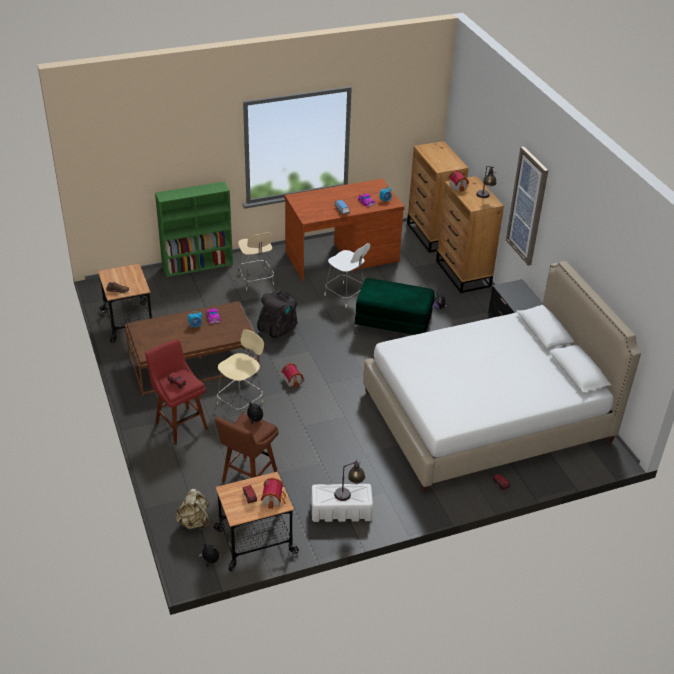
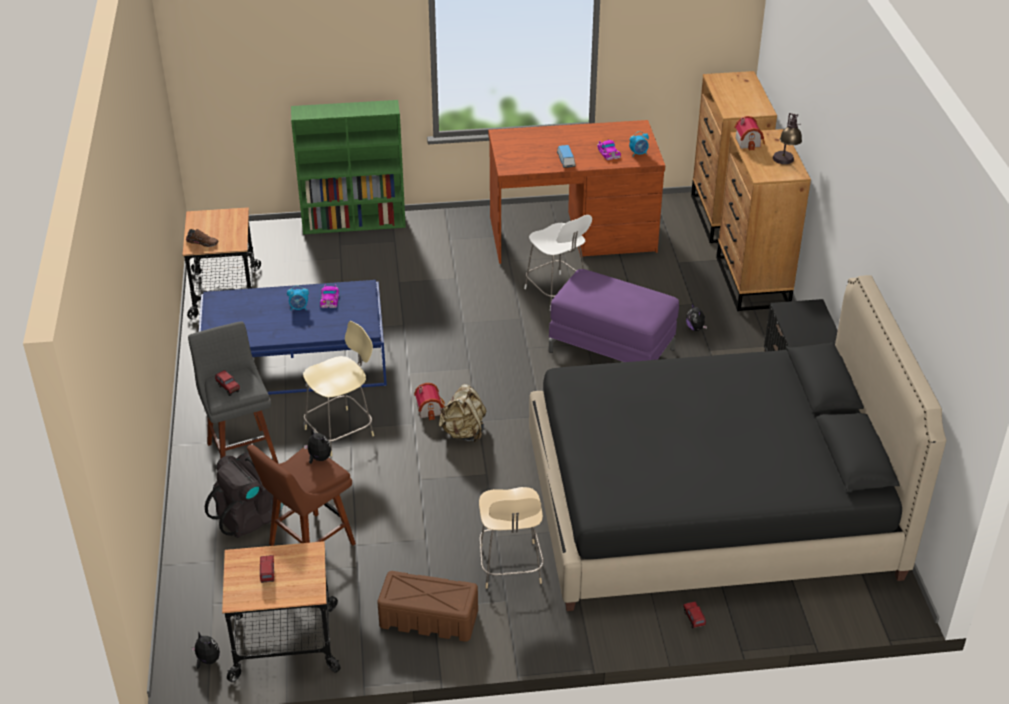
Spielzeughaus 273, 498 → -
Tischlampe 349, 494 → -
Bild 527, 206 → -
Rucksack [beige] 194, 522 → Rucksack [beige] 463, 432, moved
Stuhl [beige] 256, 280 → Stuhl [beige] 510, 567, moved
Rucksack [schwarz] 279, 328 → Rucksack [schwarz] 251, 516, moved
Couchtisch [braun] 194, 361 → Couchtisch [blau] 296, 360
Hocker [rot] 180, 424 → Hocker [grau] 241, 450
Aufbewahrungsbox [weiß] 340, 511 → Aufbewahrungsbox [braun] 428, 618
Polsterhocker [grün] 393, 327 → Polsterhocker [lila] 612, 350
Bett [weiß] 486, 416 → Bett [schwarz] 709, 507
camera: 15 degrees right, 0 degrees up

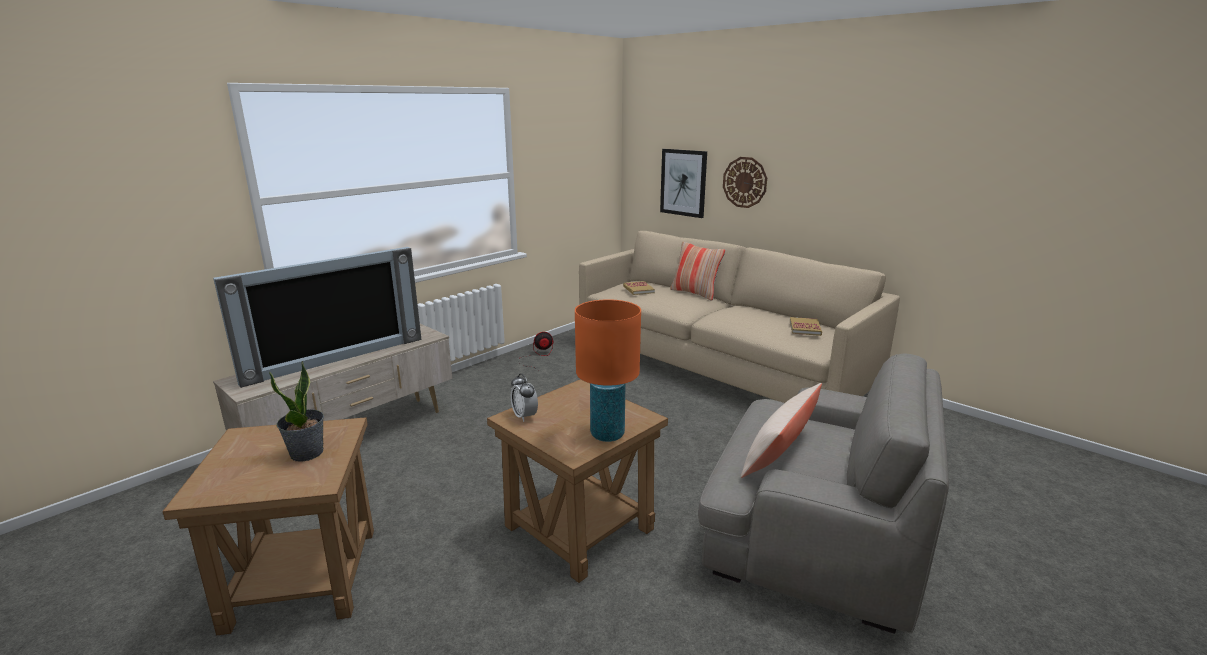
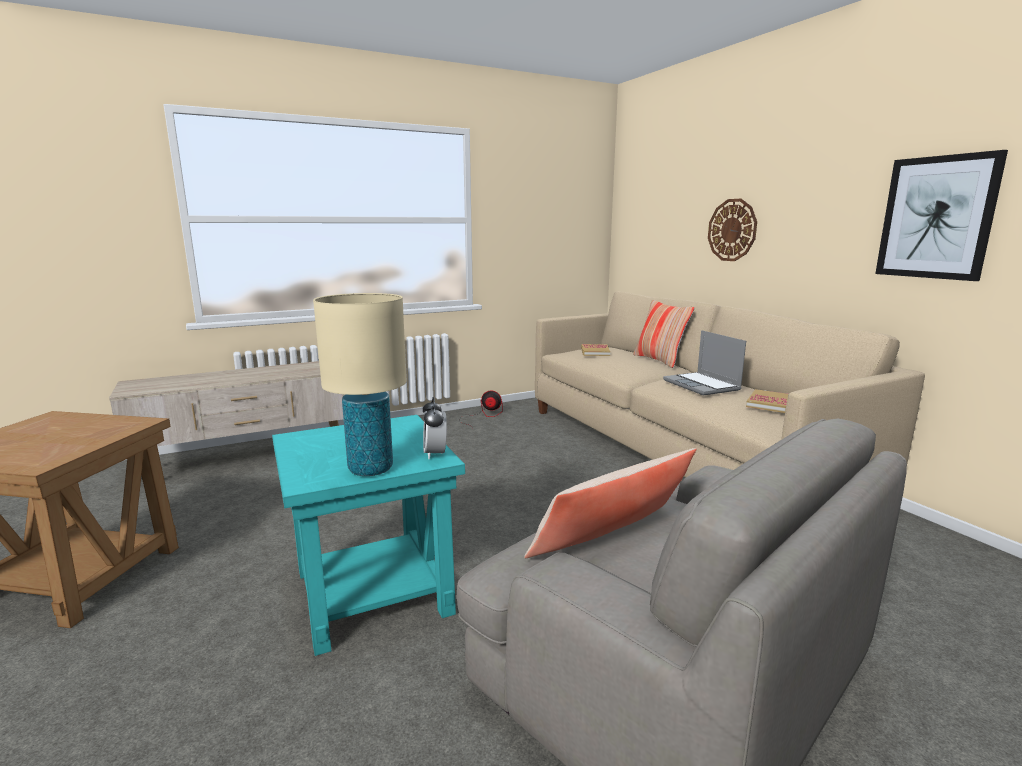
Fernseher 335, 358 → -
Topfpflanze 307, 453 → -
- → Laptop 702, 385
Wecker 524, 416 → Wecker 435, 454, moved
Bild 683, 182 → Bild 936, 218, moved
Beistelltisch [braun] 580, 527 → Beistelltisch [türkis] 374, 592
Tischlampe [orange] 607, 434 → Tischlampe [beige] 370, 469
camera: 20 degrees right, 5 degrees down

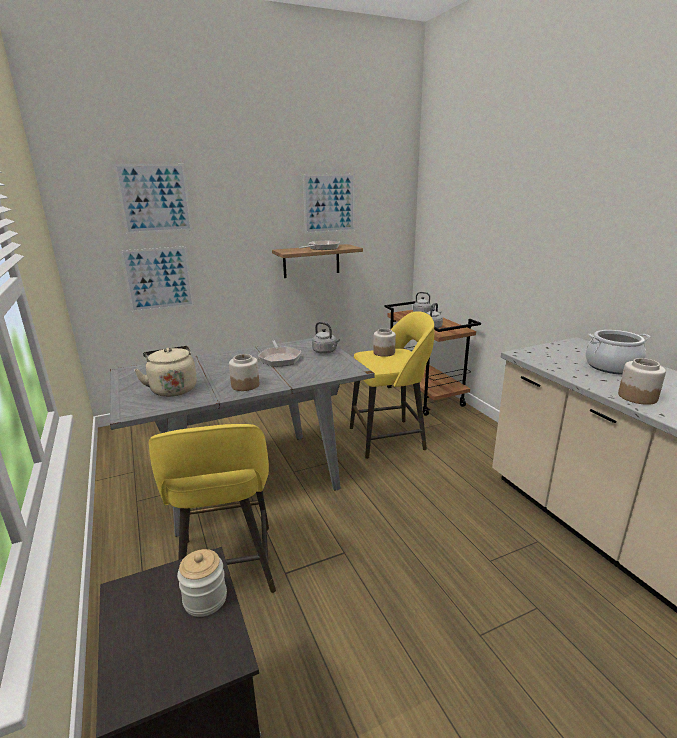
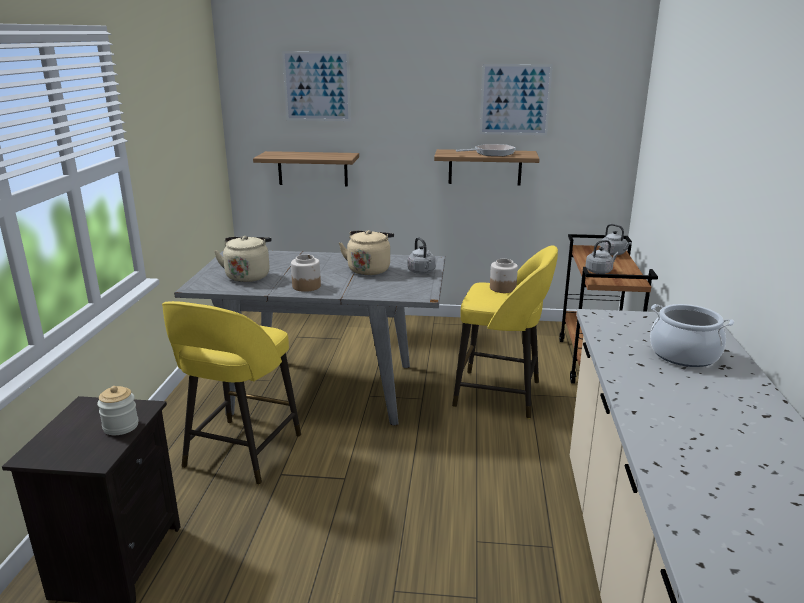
Vorratsglas 637, 397 → -
Bild 159, 279 → Wandregal 312, 168
Pfanne 279, 358 → Wasserkessel [beige] 369, 269
camera: 30 degrees right, 0 degrees up

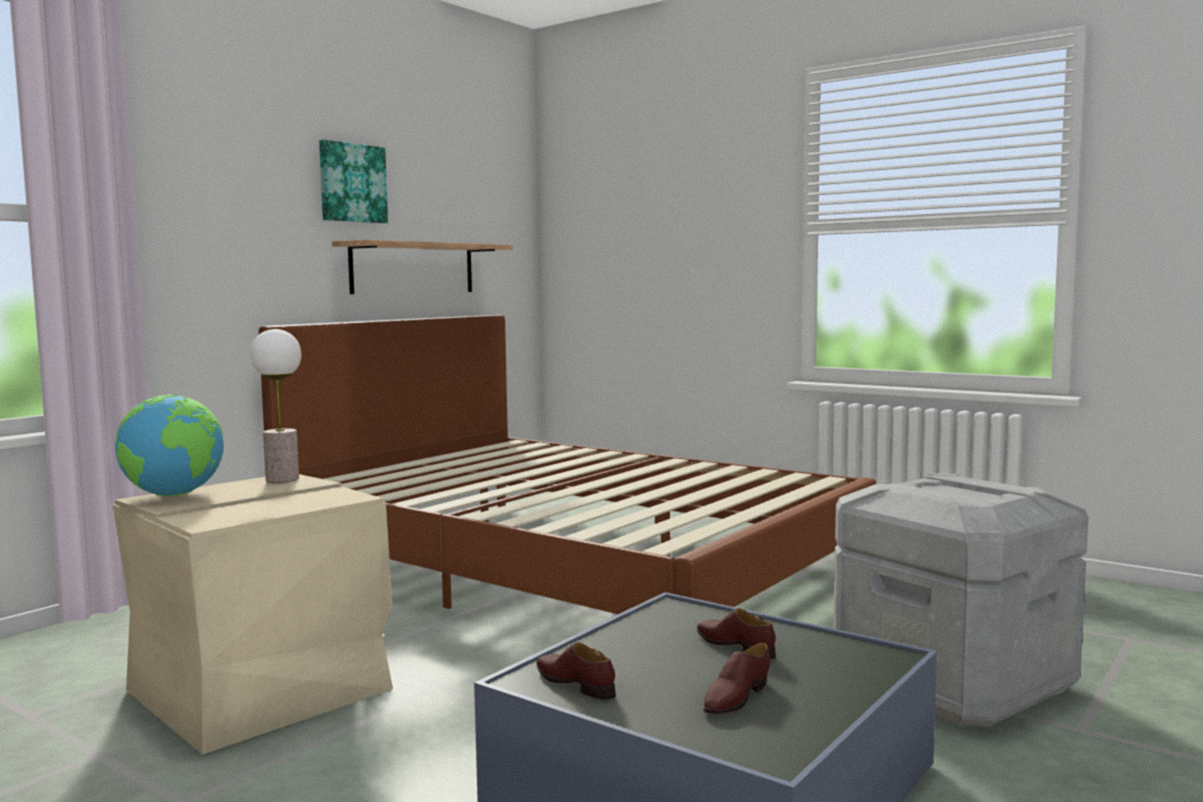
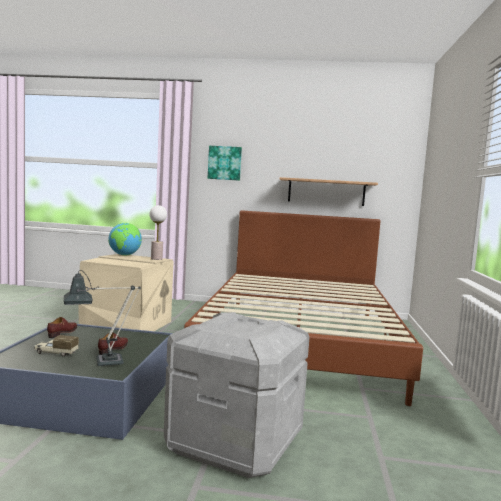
- → Tischlampe 101, 362
Bild 351, 183 → Bild 224, 163, moved
Schuh [braun] 735, 698 → Spielzeuglaster 55, 353
camera: 60 degrees right, 0 degrees up

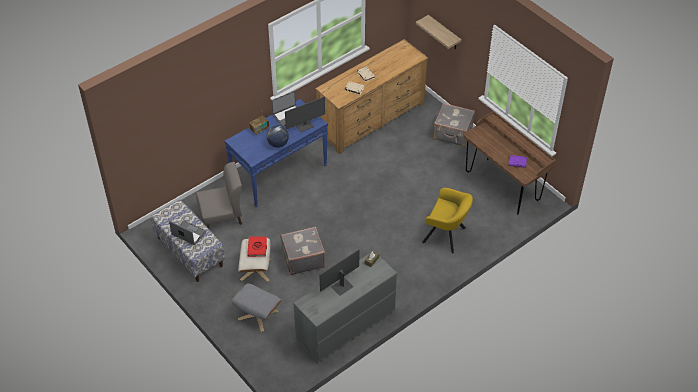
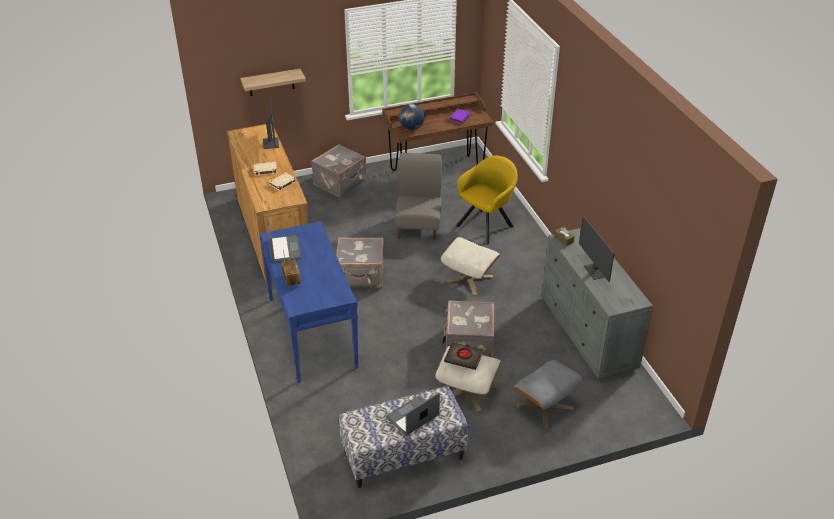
- → Koffer [grau] 361, 276
- → Polsterhocker [beige] 469, 279
Stuhl [grau] 222, 216 → Stuhl [grau] 418, 226, moved
Globus 278, 144 → Globus 411, 128, moved
Monitor 304, 126 → Monitor 271, 143, moved
Buch [rot] 257, 247 → Buch [schwarz] 463, 358
camera: 70 degrees left, 10 degrees down

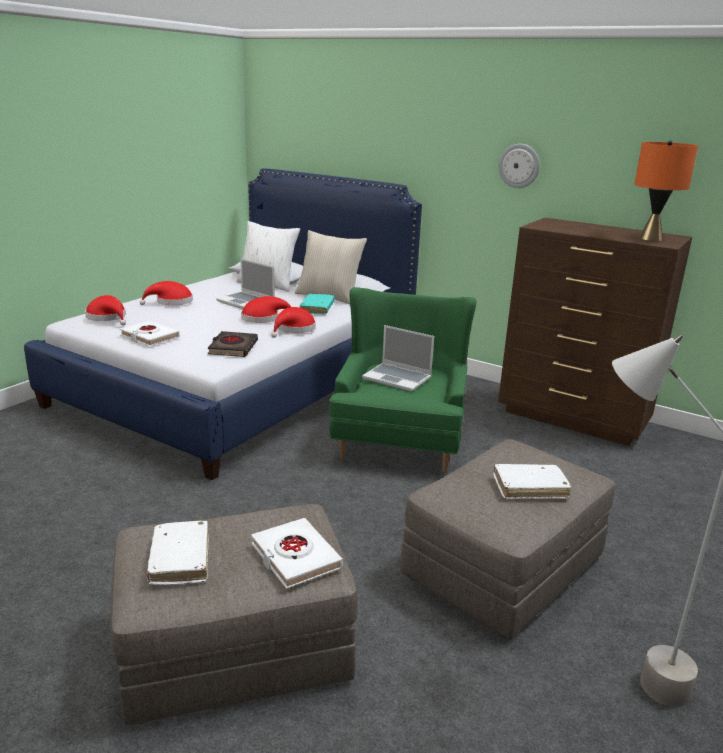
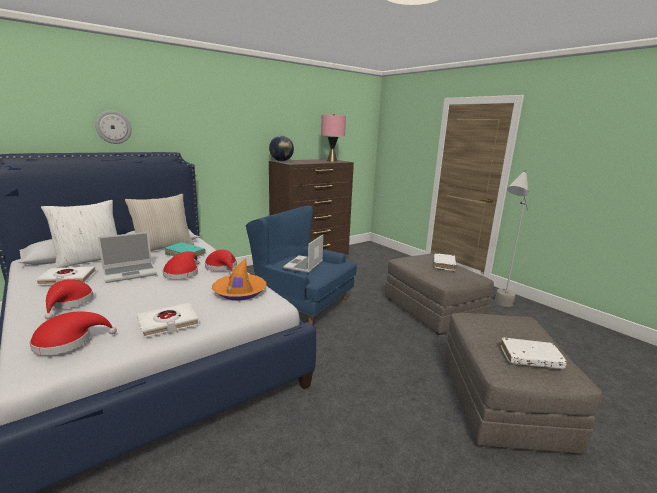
- → Globus 281, 161
Buch [weiß] 295, 557 → Buch [weiß] 67, 279, moved
Wanduhr 519, 165 → Wanduhr 113, 127, moved
Buch [schwarz] 233, 348 → Hut [orange] 239, 292
Sessel [grün] 400, 439 → Sessel [blau] 300, 304
Tischlampe [orange] 650, 238 → Tischlampe [rosa] 331, 161
Laptop 398, 378 → Laptop 304, 265, 150 degrees clockwise
camera: 70 degrees left, 5 degrees down

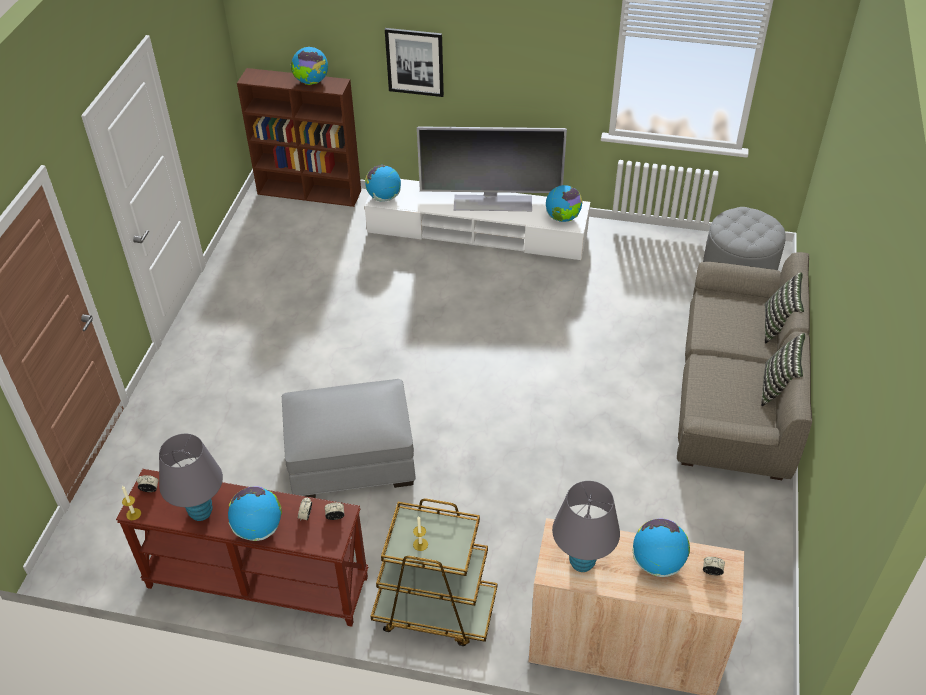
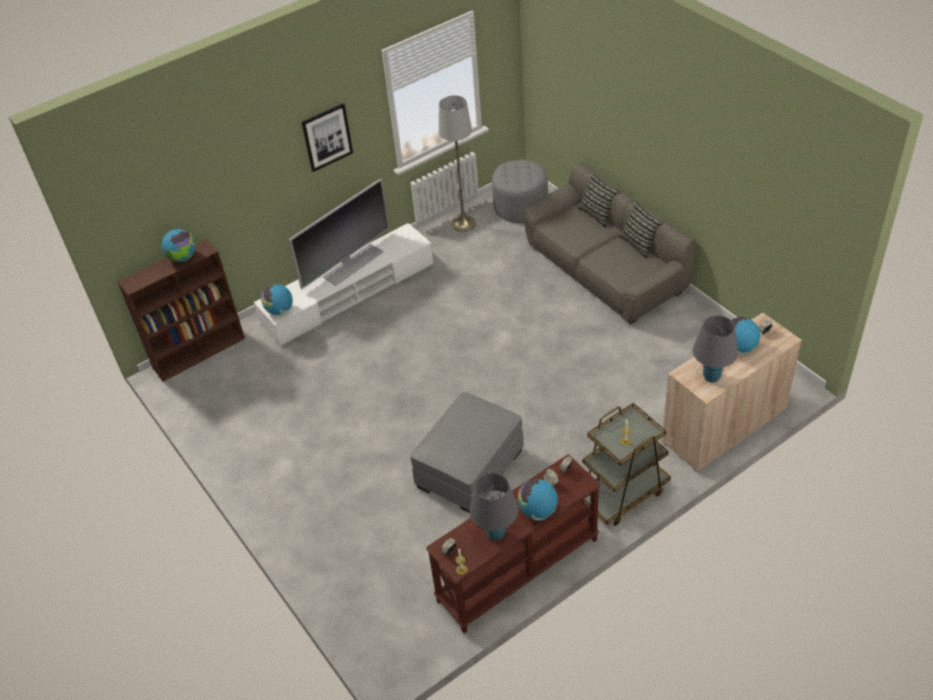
Globus 562, 218 → -
- → Stehlampe [grau] 463, 223
Bild 415, 62 → Bild 327, 137, moved
camera: 45 degrees left, 0 degrees up

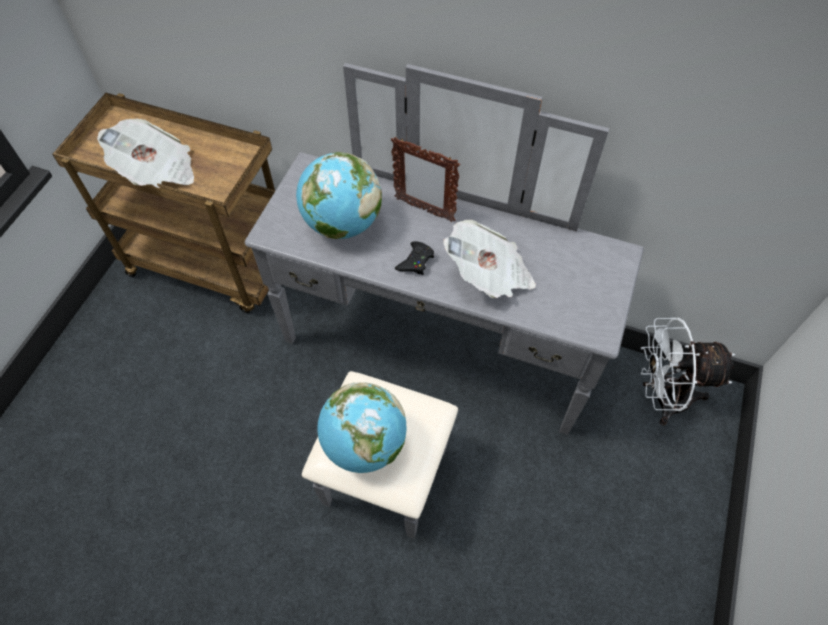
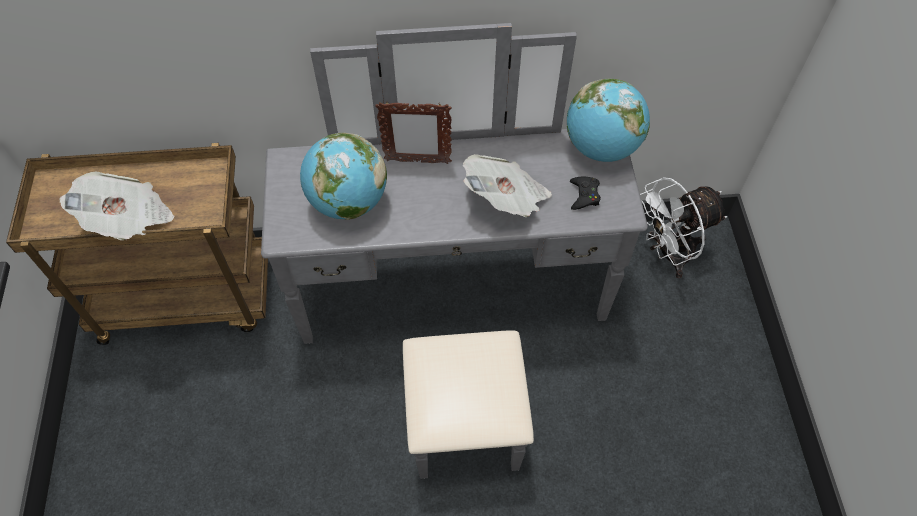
Globus 364, 444 → Globus 601, 148, moved
Gamepad [schwarz] 416, 261 → Gamepad [schwarz] 584, 195, moved
camera: 25 degrees left, 0 degrees up

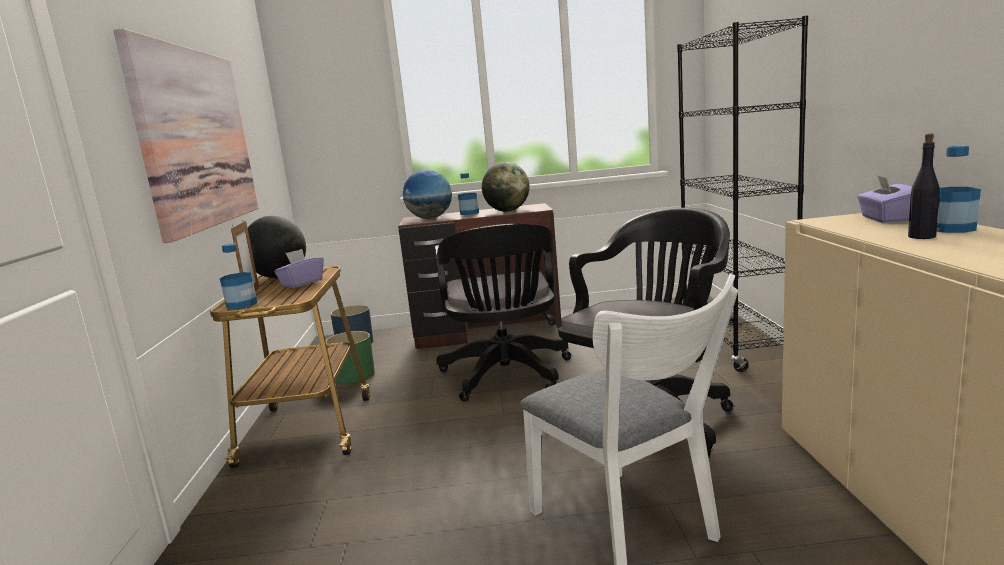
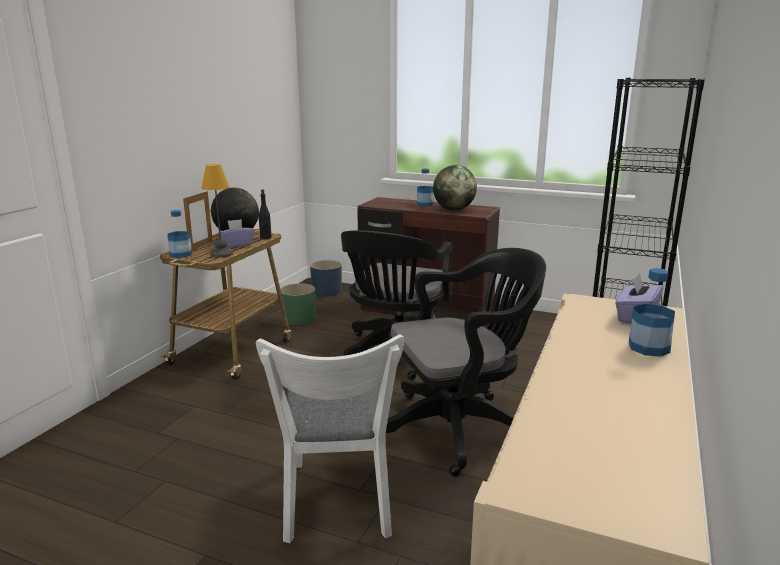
Bild 196, 138 → -
Globus 430, 218 → -
- → Tischlampe 221, 254
Flasche [schwarz] 922, 237 → Flasche [schwarz] 265, 237, moved
camera: 25 degrees right, 5 degrees up

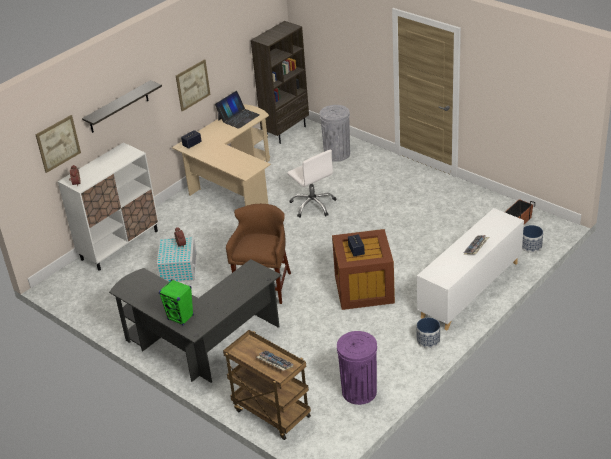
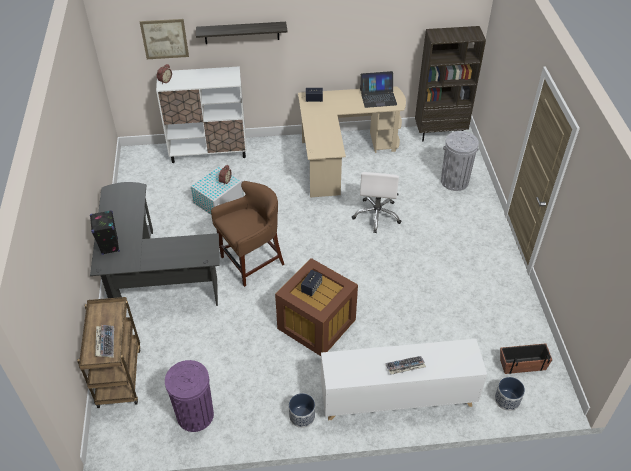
Bild 192, 85 → -
Lautsprecher [grün] 181, 317 → Lautsprecher [schwarz] 110, 246
camera: 40 degrees right, 10 degrees up

